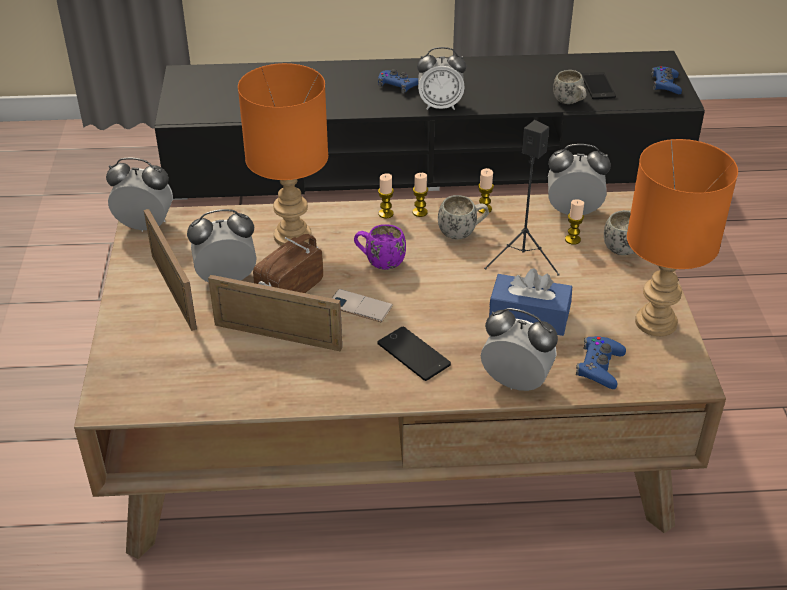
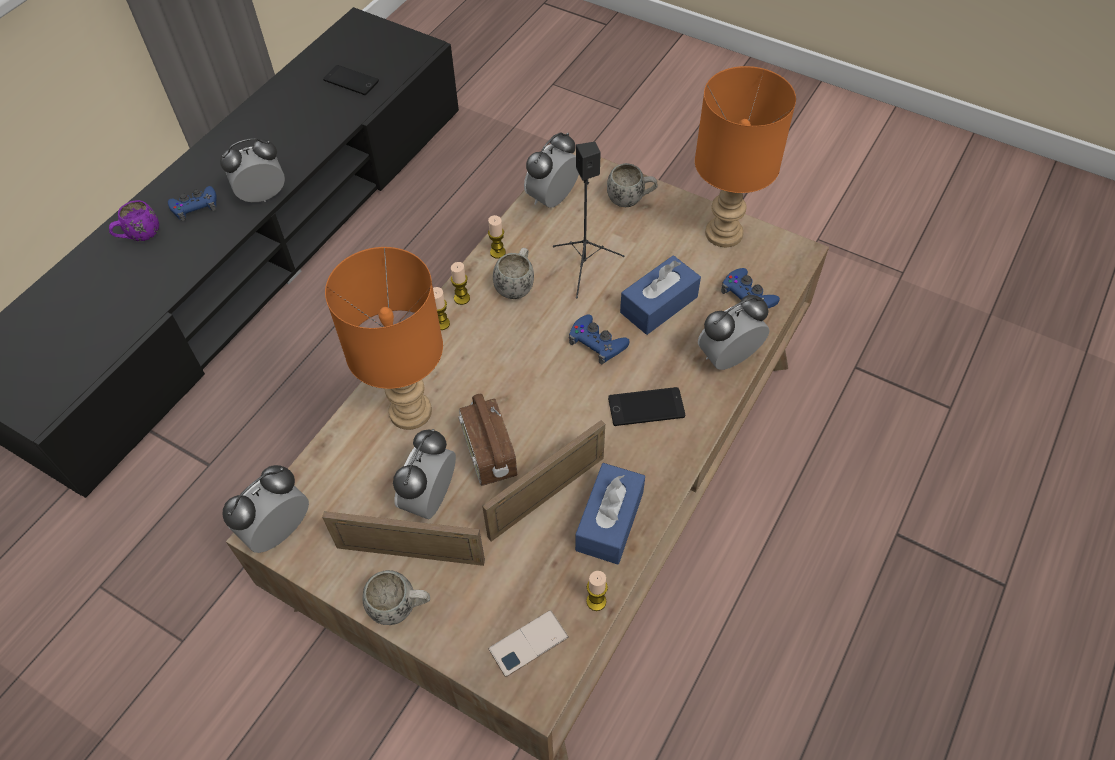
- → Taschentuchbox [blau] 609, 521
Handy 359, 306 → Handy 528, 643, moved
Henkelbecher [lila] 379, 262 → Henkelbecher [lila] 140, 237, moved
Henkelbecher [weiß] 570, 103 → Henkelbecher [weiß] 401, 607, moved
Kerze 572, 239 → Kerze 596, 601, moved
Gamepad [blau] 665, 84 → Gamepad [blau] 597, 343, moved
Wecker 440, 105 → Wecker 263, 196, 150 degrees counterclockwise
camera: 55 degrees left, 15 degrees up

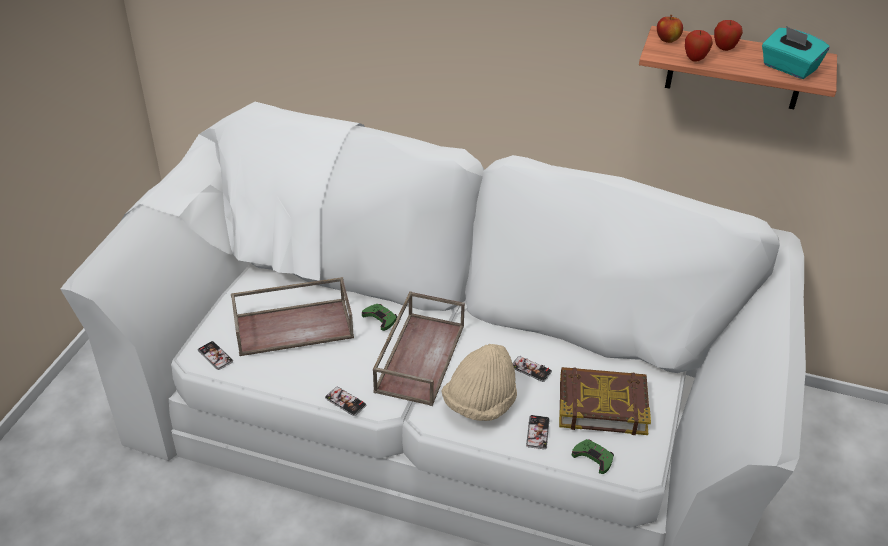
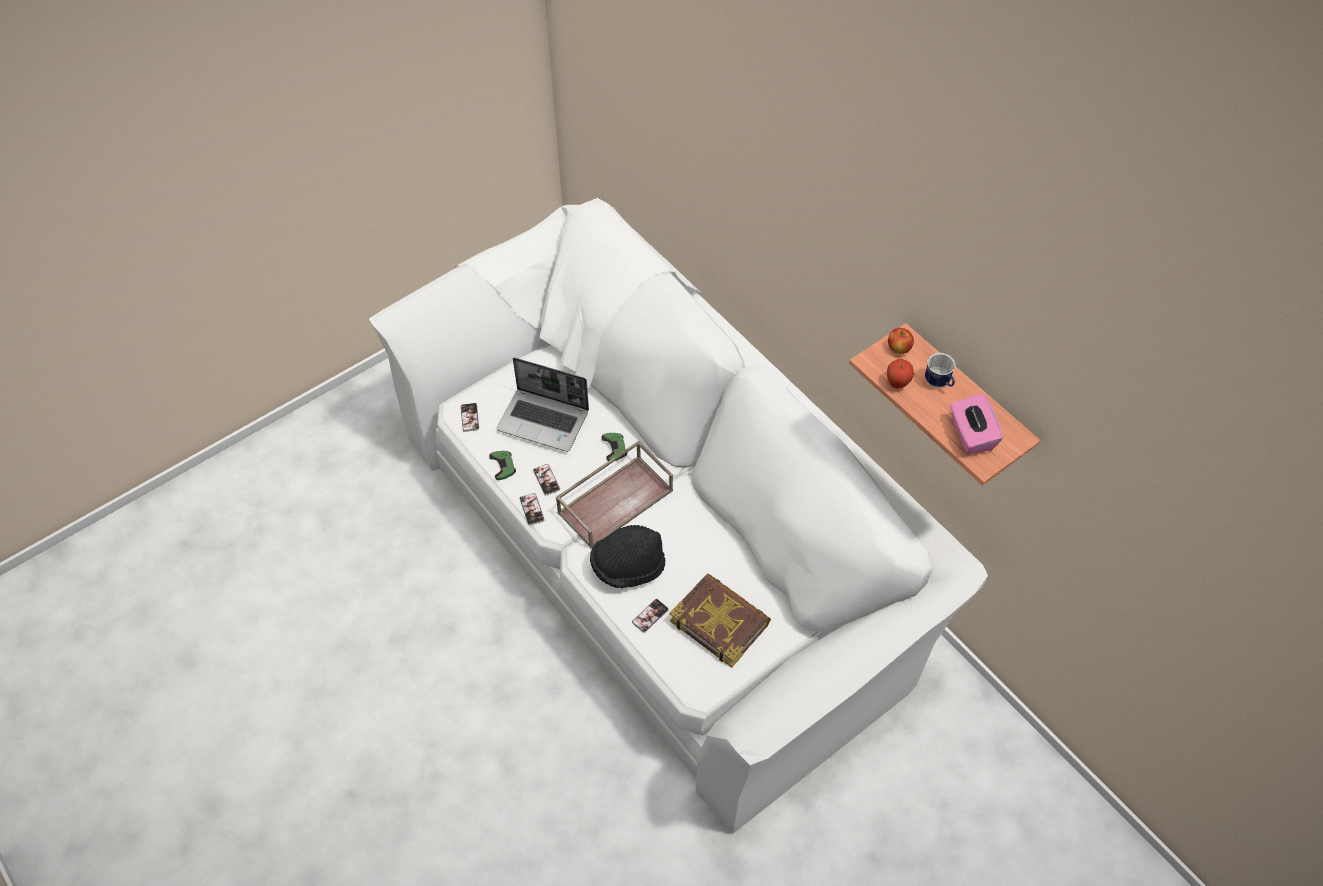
Handy 531, 369 → Handy 546, 480, moved
Gamepad [grün] 593, 458 → Gamepad [grün] 503, 466, moved
Tablett [braun] 294, 326 → Laptop 544, 420
Apfel 724, 49 → Henkelbecher 939, 383
Hut [beige] 480, 403 → Hut [schwarz] 627, 567
Taschentuchbox [türkis] 788, 68 → Taschentuchbox [rosa] 971, 435
camera: 35 degrees right, 15 degrees up

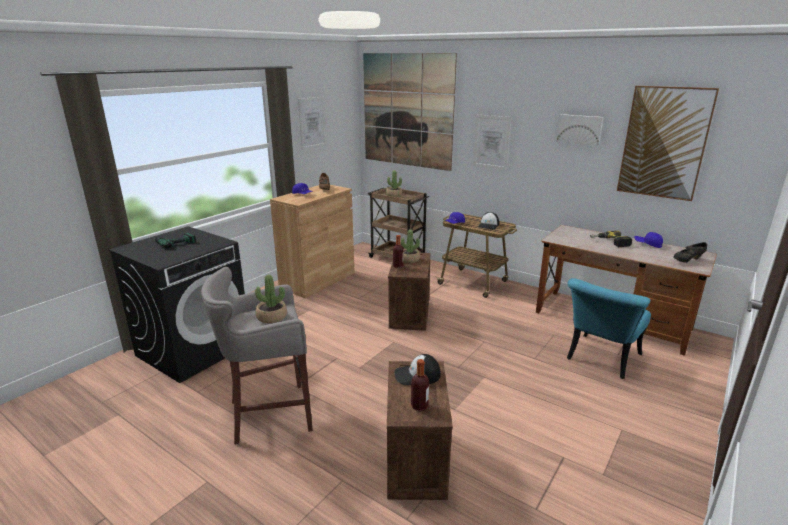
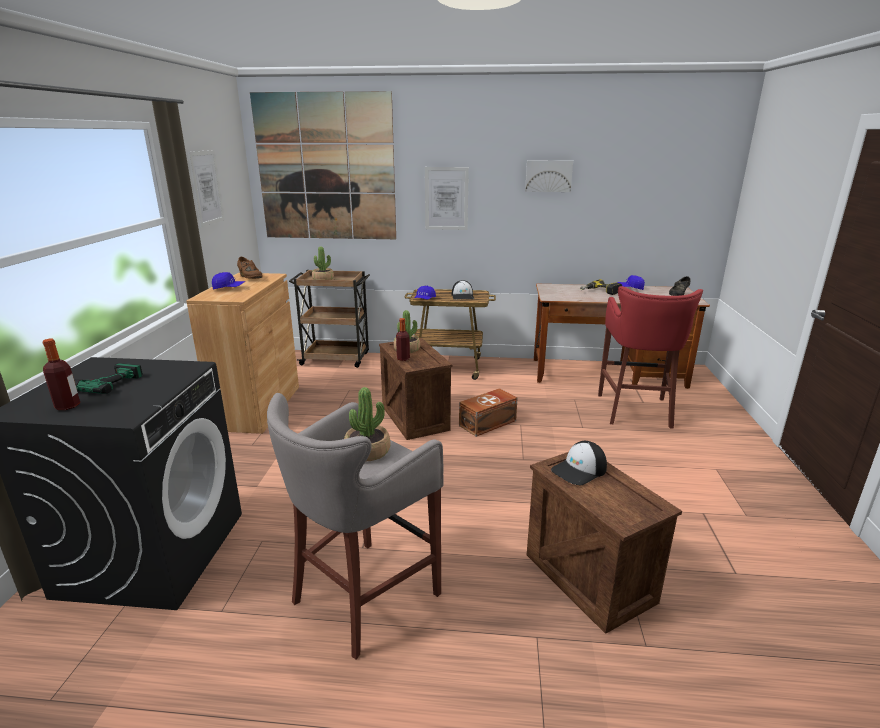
Bild 664, 143 → -
- → Aufbewahrungsbox [braun] 488, 423
Flasche 419, 406 → Flasche 67, 406, moved
Stuhl [türkis] 600, 360 → Hocker [rot] 635, 411
camera: 30 degrees left, 0 degrees up

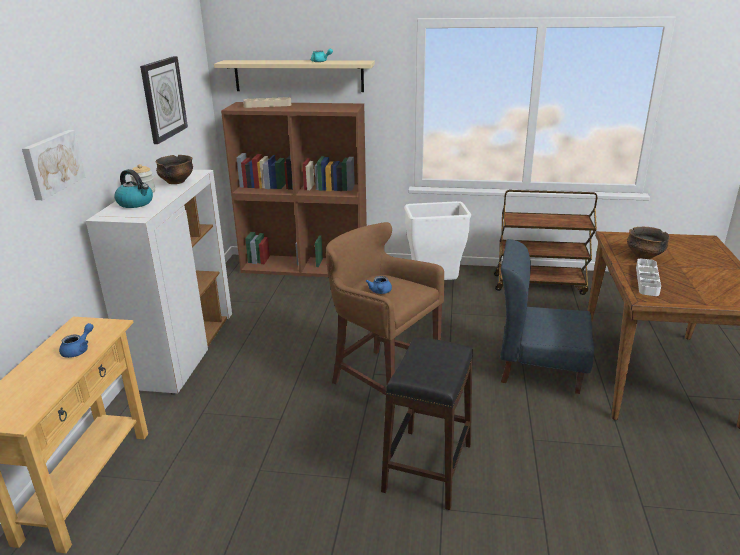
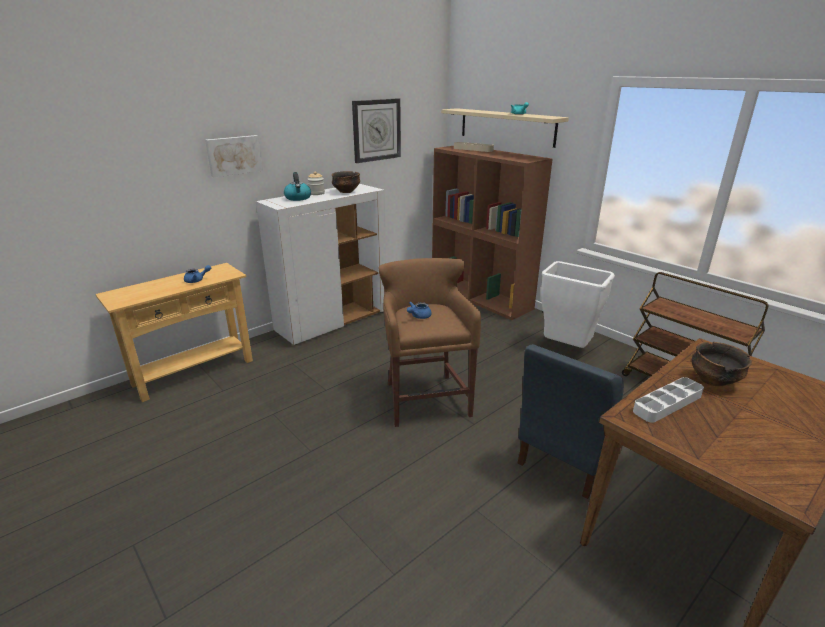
Hocker [schwarz] 427, 467 → -
Stuhl [blau] 539, 368 → Stuhl [blau] 568, 458, 105 degrees counterclockwise
camera: 40 degrees right, 0 degrees up

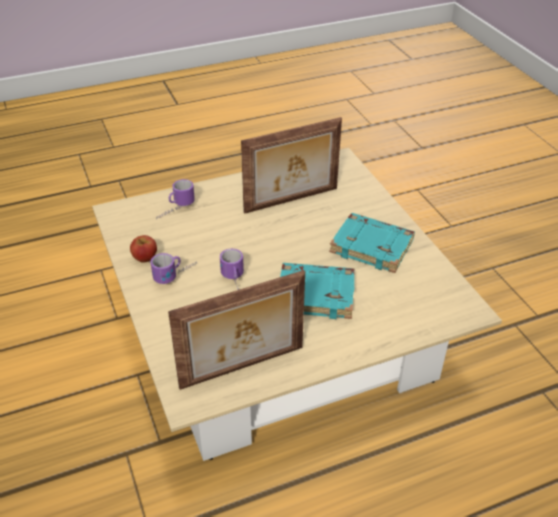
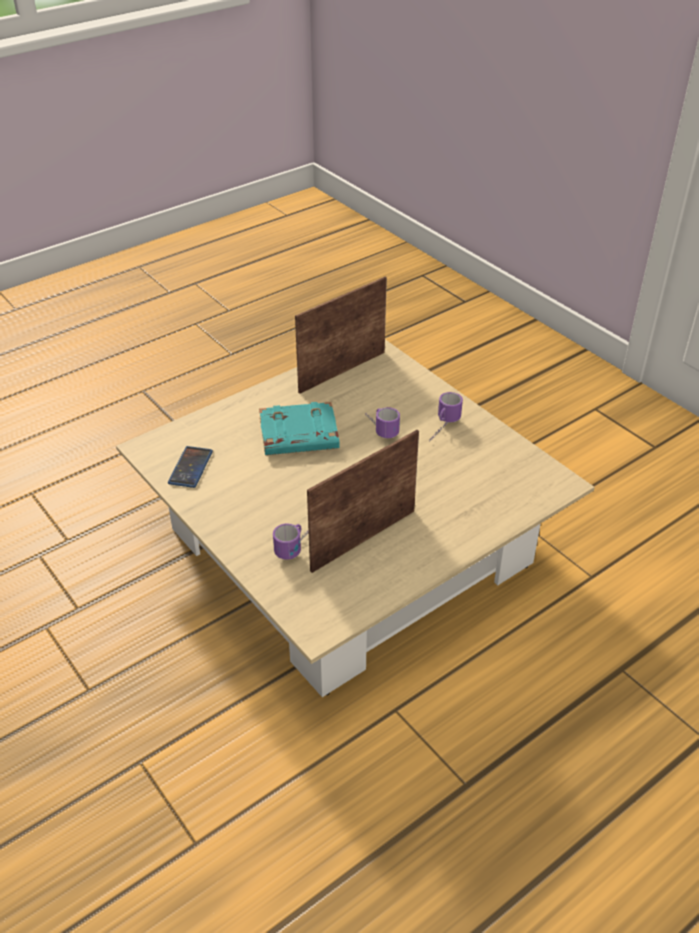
Apfel 145, 258 → -
Buch [türkis] 373, 246 → -
- → Handy 190, 467
Henkelbecher 174, 210 → Henkelbecher 297, 546, moved
camera: 165 degrees right, 0 degrees up

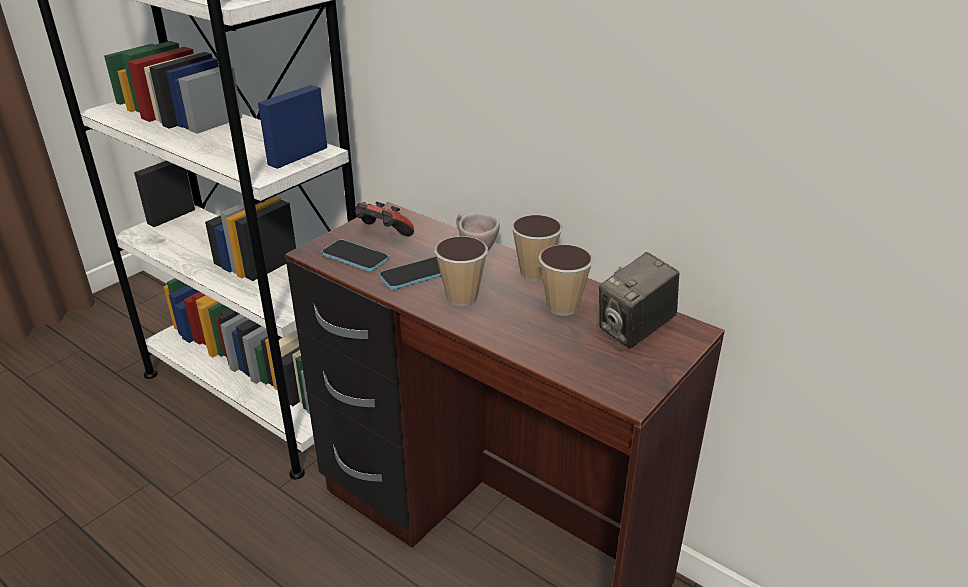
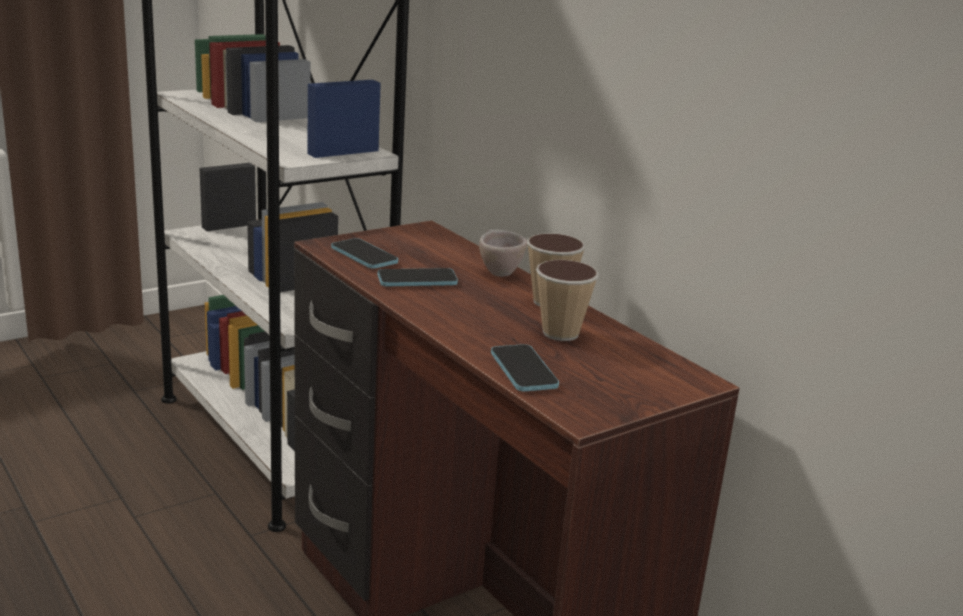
Gamepad 383, 235 → -
Tasse 462, 297 → -
Kamera 635, 331 → -
- → Handy 523, 370
camera: 15 degrees right, 10 degrees down

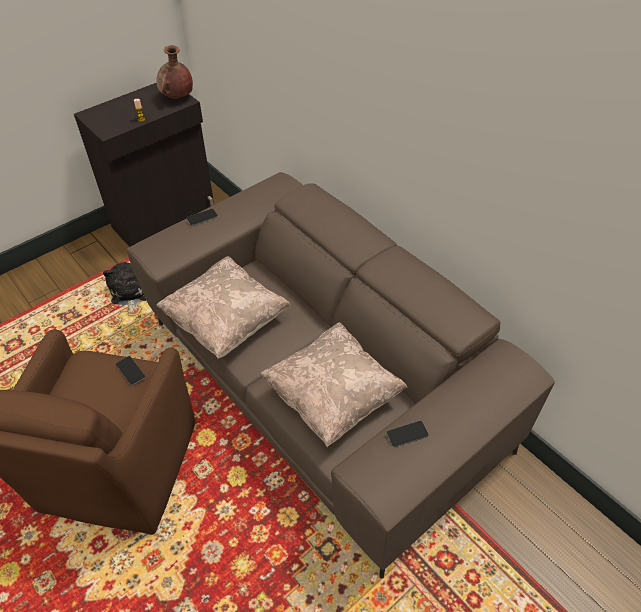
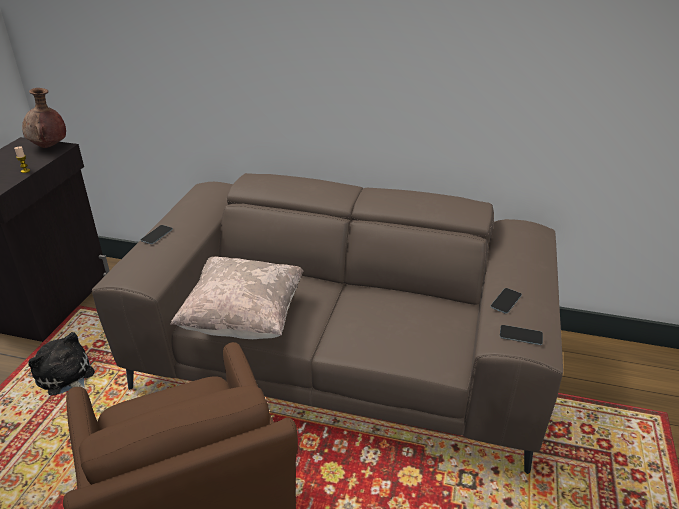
Kissen [beige] 333, 397 → -
Handy 130, 370 → Handy 521, 335, moved
camera: 35 degrees left, 15 degrees down

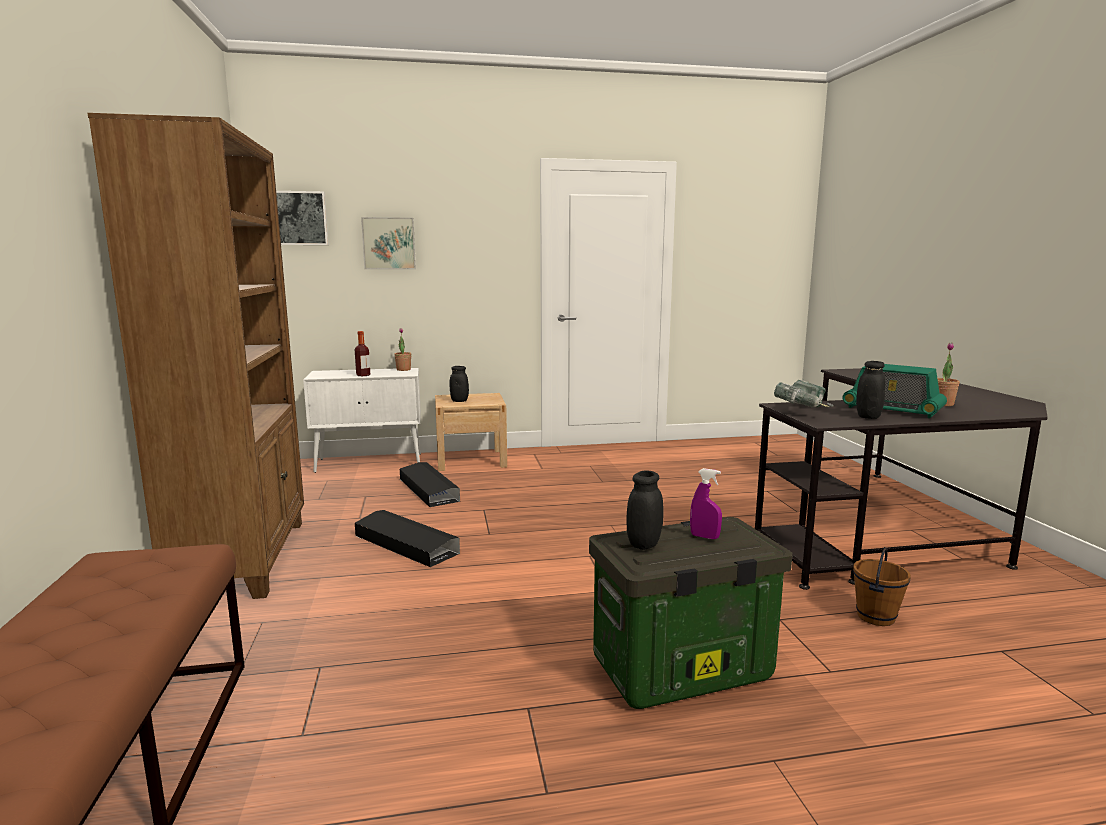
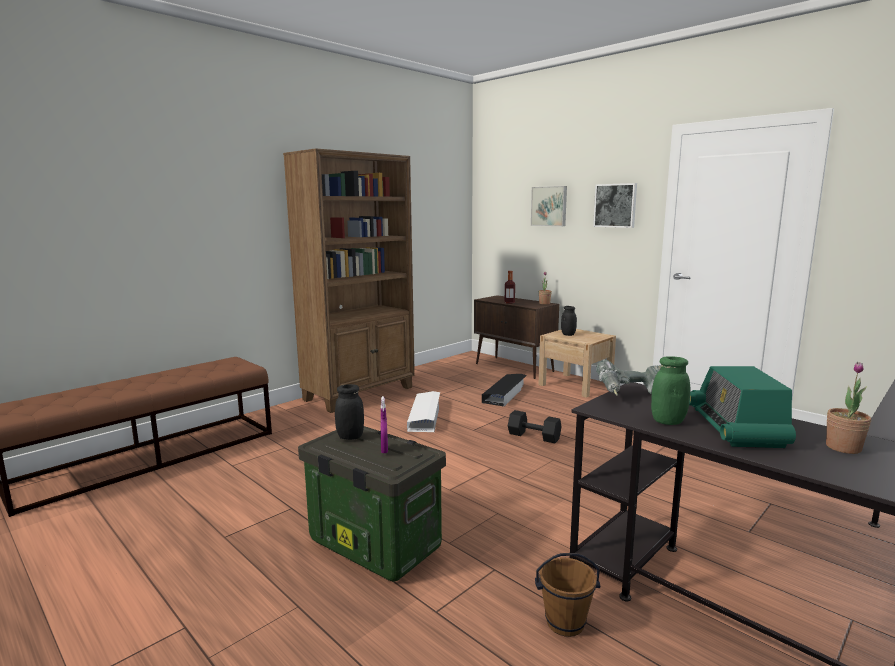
- → Hantel [schwarz] 534, 436
Bild 299, 218 → Bild 615, 205, moved
Schrank [weiß] 370, 463 → Schrank [braun] 514, 367
Aufbewahrungsbox [schwarz] 406, 544 → Aufbewahrungsbox [weiß] 425, 416
Vorratsglas [schwarz] 868, 417 → Vorratsglas [grün] 668, 421
camera: 55 degrees right, 0 degrees up

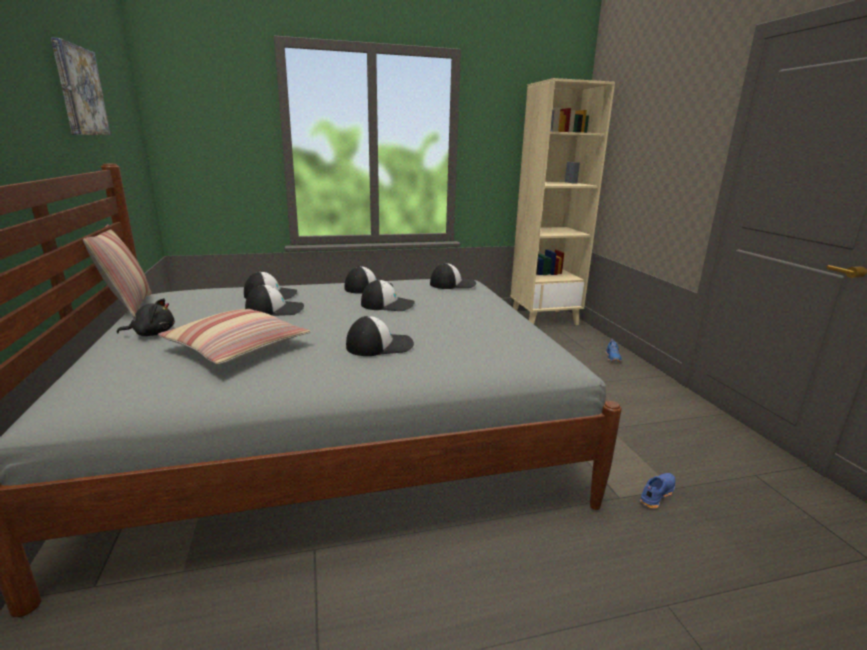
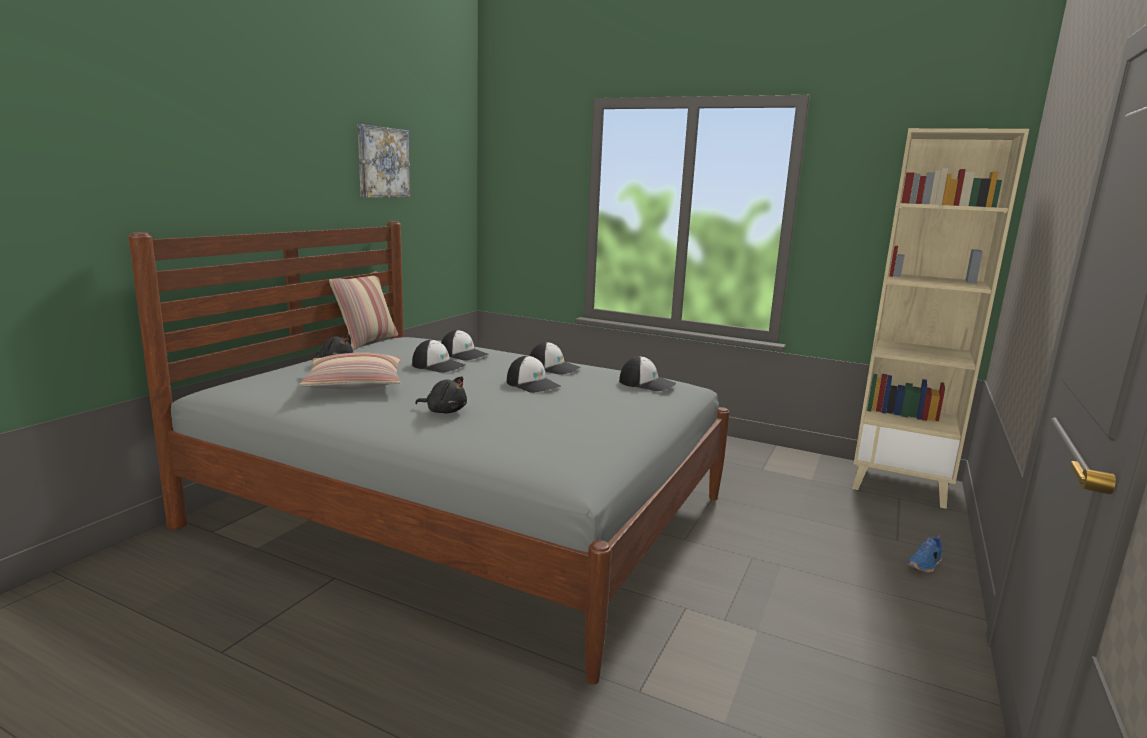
Schuh [blau] 655, 494 → -
Kappe 380, 345 → Plüschtier [schwarz] 444, 411
camera: 40 degrees right, 5 degrees down

